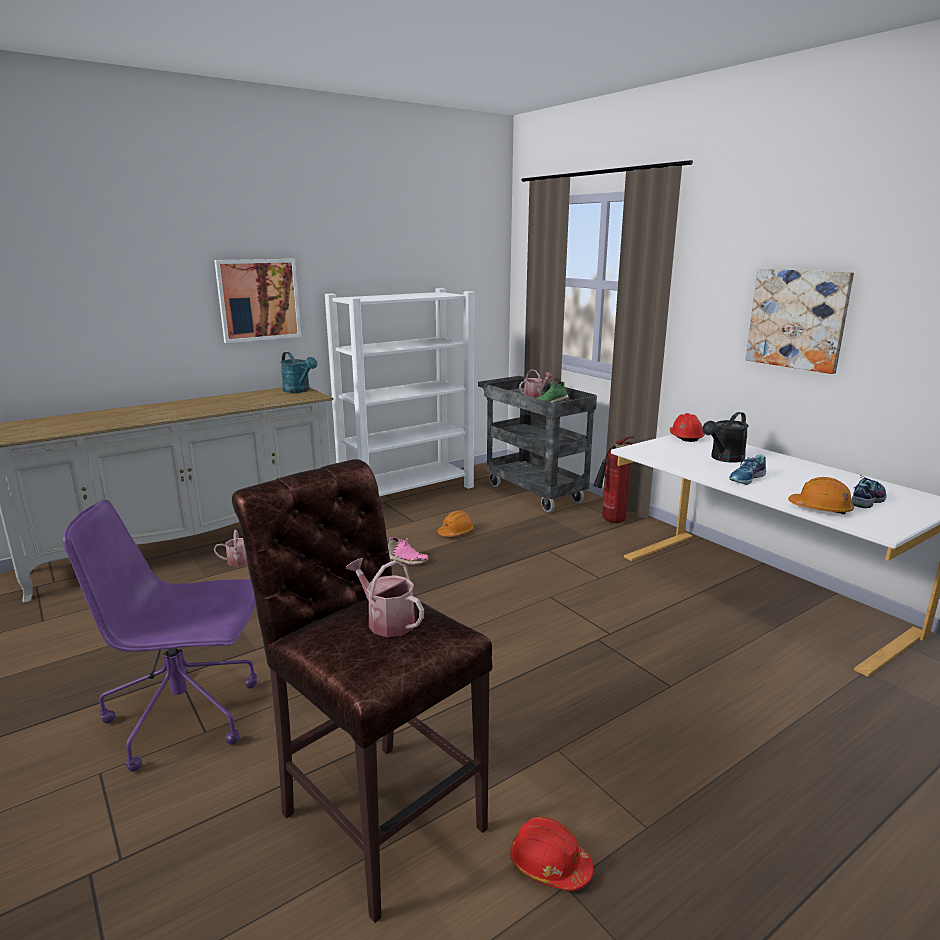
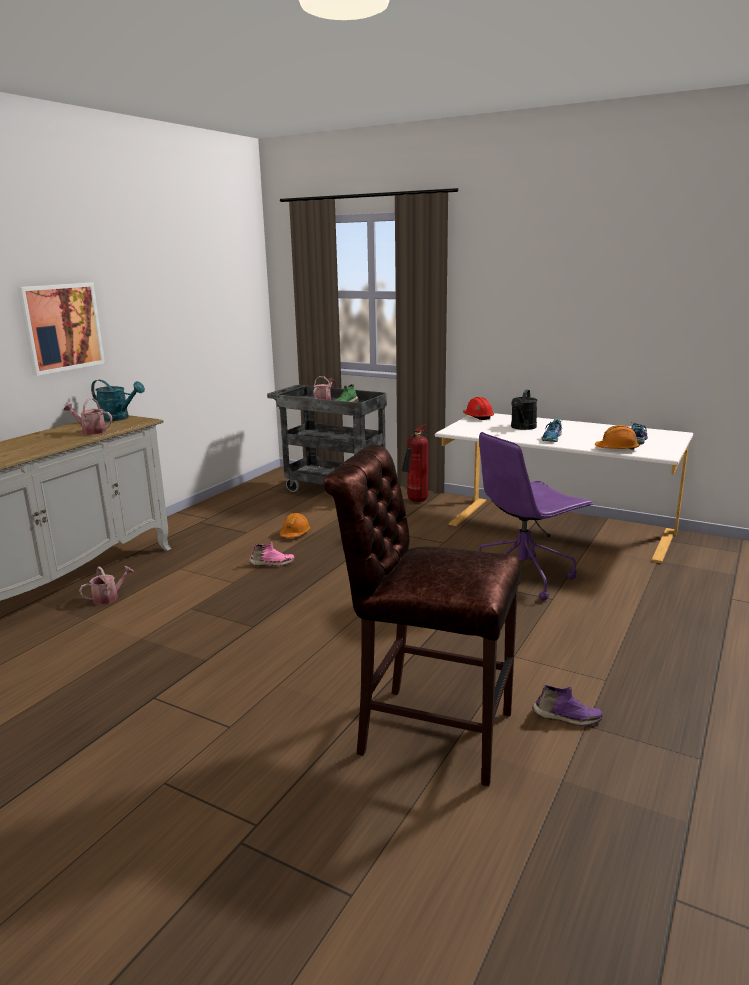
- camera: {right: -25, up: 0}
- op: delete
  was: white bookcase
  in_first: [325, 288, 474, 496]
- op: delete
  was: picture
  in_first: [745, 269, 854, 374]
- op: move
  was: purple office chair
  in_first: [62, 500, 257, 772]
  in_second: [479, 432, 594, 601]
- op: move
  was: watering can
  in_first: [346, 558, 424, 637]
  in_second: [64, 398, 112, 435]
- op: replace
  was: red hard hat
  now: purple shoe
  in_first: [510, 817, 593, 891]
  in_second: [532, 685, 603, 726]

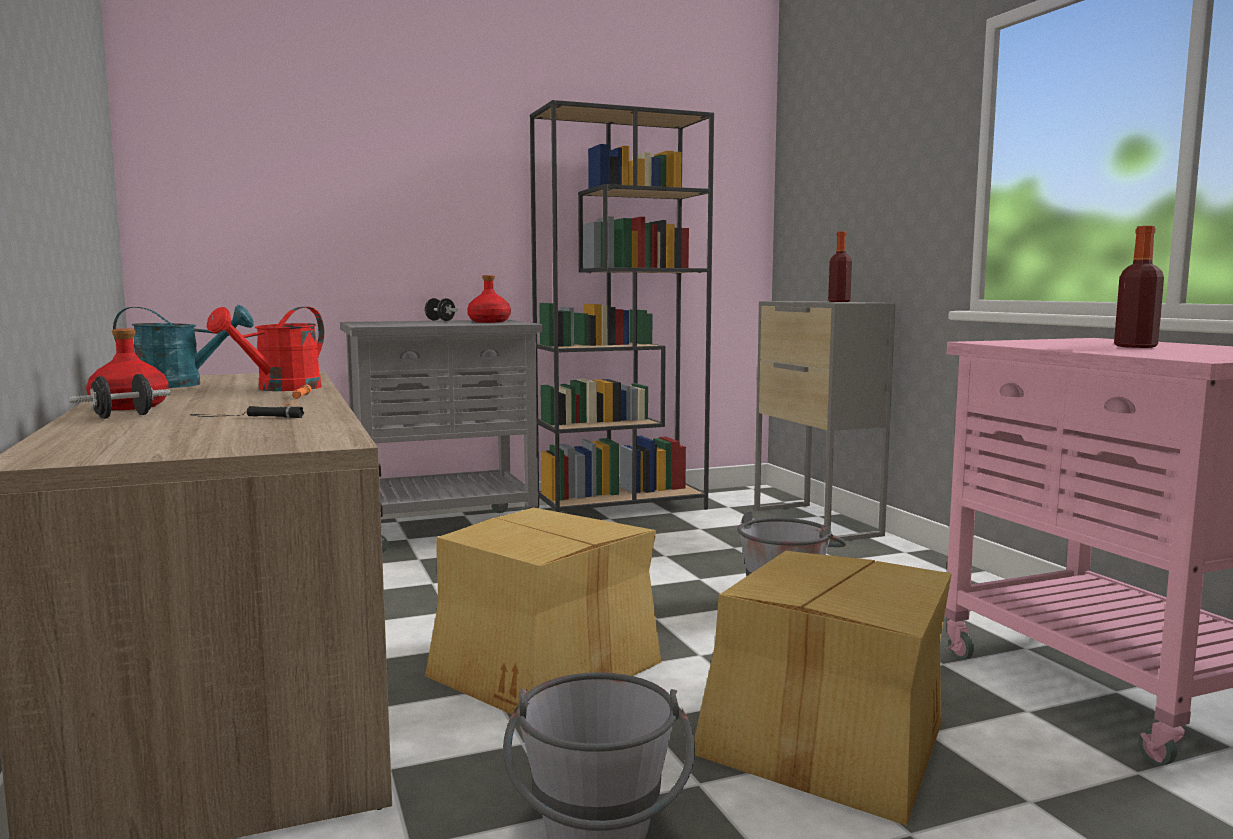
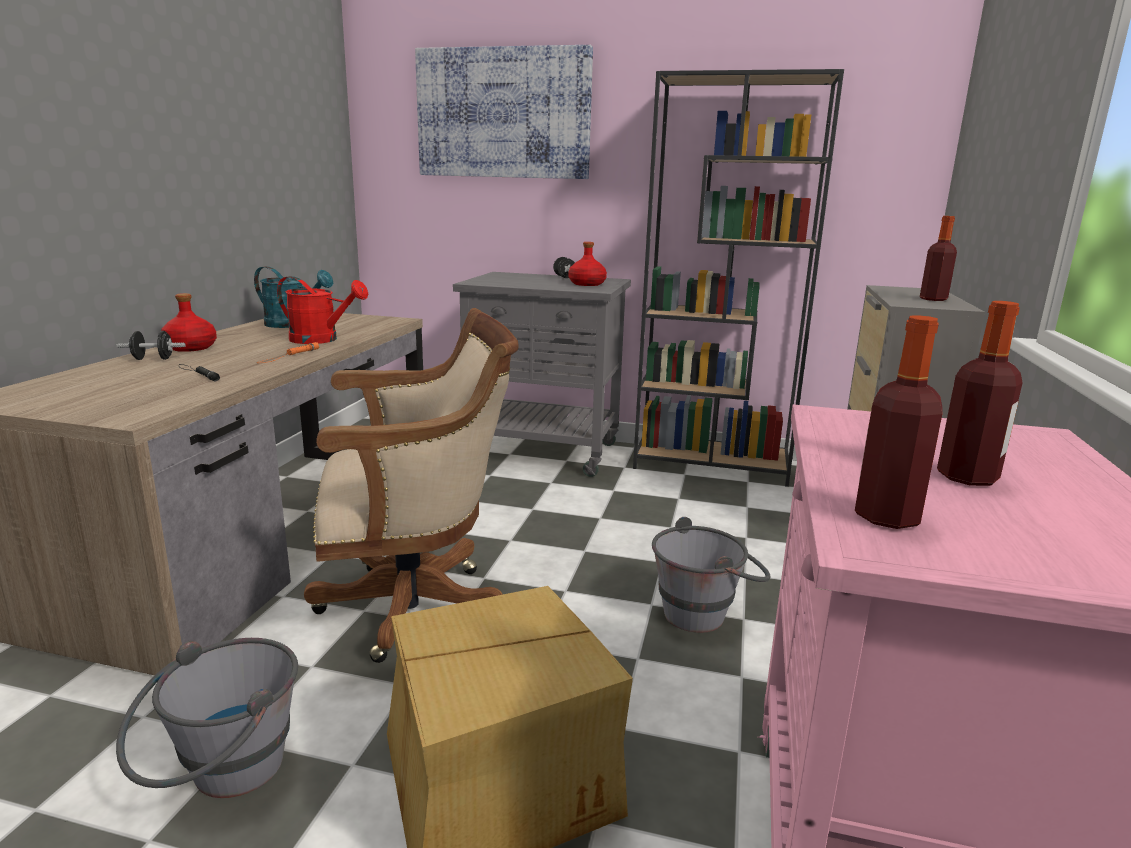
- camera: {right: 35, up: 10}
- op: insert
  now: picture
  in_second: [415, 45, 593, 179]
- op: insert
  now: bottle
  in_second: [855, 315, 943, 529]
- op: replace
  was: cardboard box
  now: office chair
  in_first: [425, 508, 661, 715]
  in_second: [304, 308, 518, 663]
- op: rotate
  was: red watering can
  in_first: [207, 307, 324, 391]
  in_second: [277, 276, 369, 344]
  clockwise: -135

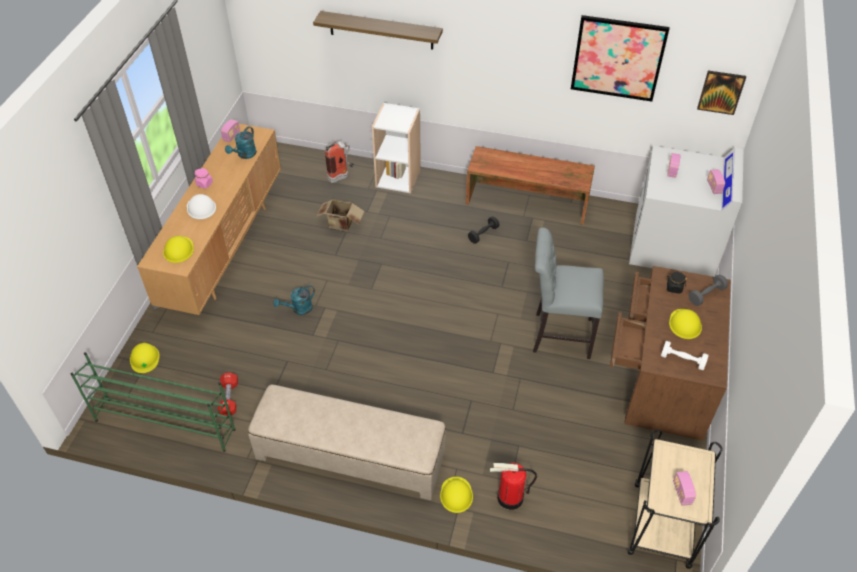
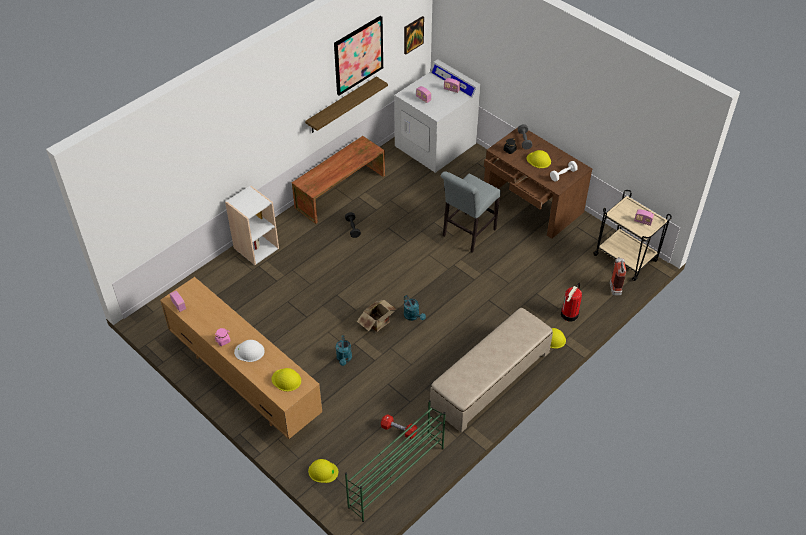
- camera: {right: -60, up: 0}
- op: move
  was: turquoise watering can
  in_first: [225, 126, 257, 159]
  in_second: [404, 295, 426, 321]
- op: move
  was: shelf
  in_first: [313, 11, 443, 50]
  in_second: [305, 76, 388, 133]
- op: move
  was: cardboard box
  in_first: [316, 199, 365, 231]
  in_second: [357, 300, 396, 332]
- op: move
  was: fire extinguisher
  in_first: [325, 141, 354, 183]
  in_second: [610, 257, 626, 296]

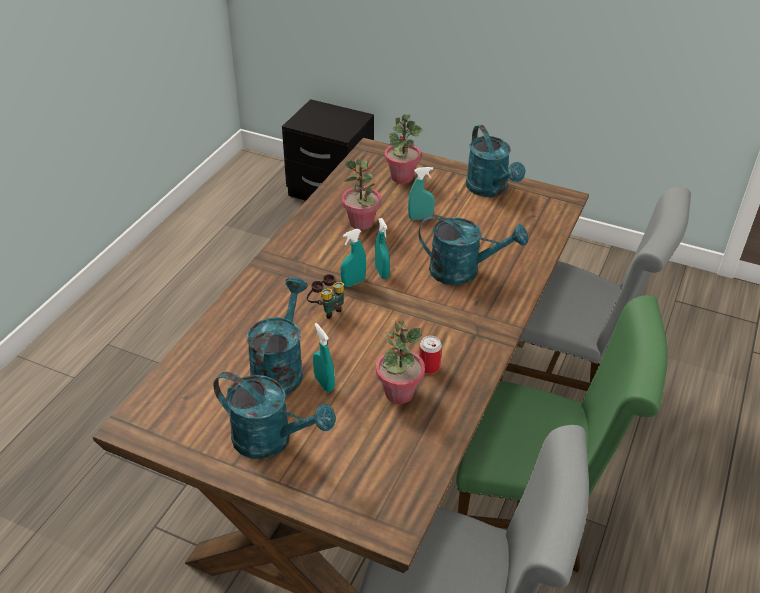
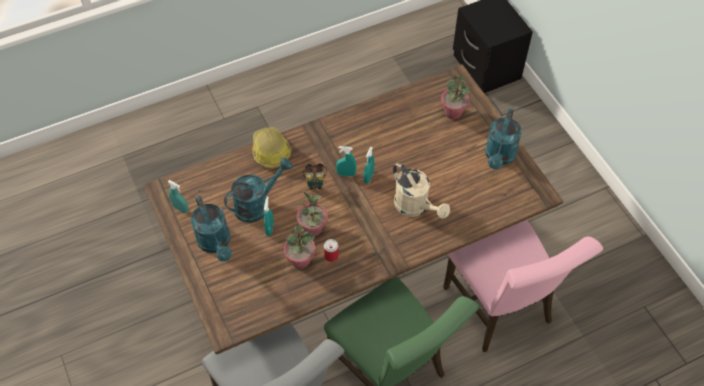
- camera: {right: 40, up: 15}
- op: insert
  now: hard hat
  in_second: [252, 127, 292, 168]
- op: move
  was: potted plant
  in_first: [342, 159, 381, 230]
  in_second: [296, 191, 328, 236]
- op: move
  was: turquoise spray bottle
  in_first: [408, 167, 435, 220]
  in_second: [168, 180, 189, 214]
- op: recolor
  was: turquoise watering can
  now: beige watering can
  in_first: [418, 215, 528, 285]
  in_second: [393, 162, 450, 219]
- op: recolor
  was: grey chair
  now: pink chair
  in_first: [500, 187, 691, 391]
  in_second: [443, 220, 603, 352]

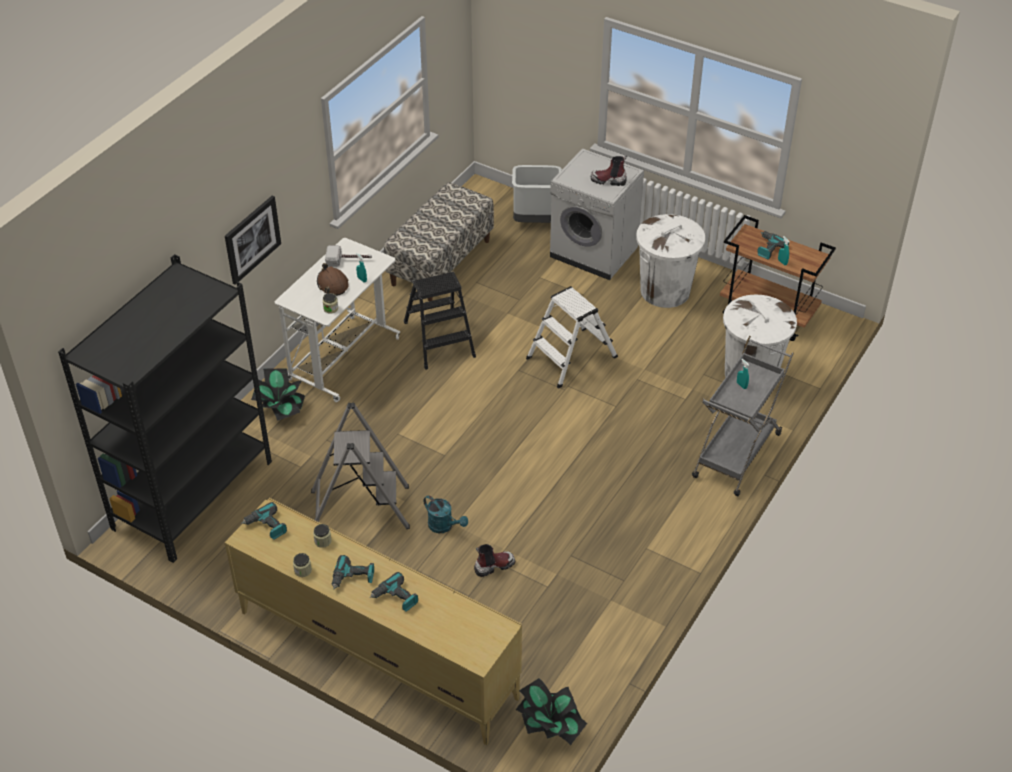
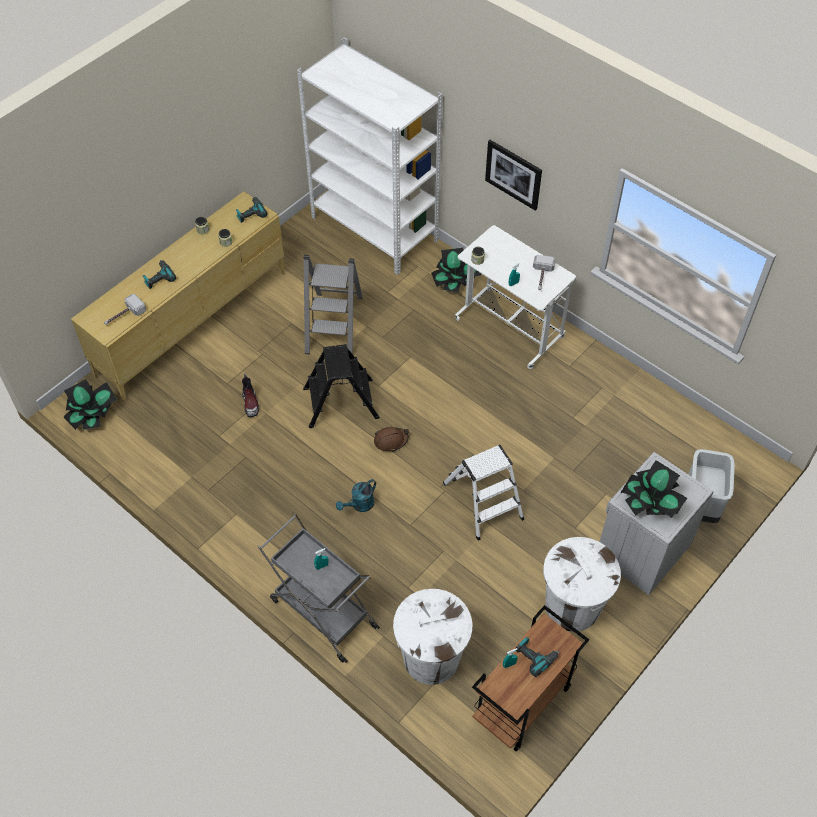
- camera: {right: 100, up: 10}
- op: delete
  was: power drill
  in_first: [332, 555, 374, 589]
- op: delete
  was: bench
  in_first: [384, 182, 494, 301]
- op: insert
  now: hammer
  in_second: [104, 294, 146, 325]
- op: move
  was: brown hard hat
  in_first: [317, 263, 349, 296]
  in_second: [374, 427, 409, 452]
- op: move
  was: black step ladder
  in_first: [404, 271, 476, 370]
  in_second: [303, 344, 380, 428]
- op: move
  was: turquoise watering can
  in_first: [423, 495, 468, 533]
  in_second: [336, 479, 376, 512]
- op: replace
  was: boot
  now: potted plant
  in_first: [591, 156, 627, 186]
  in_second: [620, 460, 688, 518]
- op: recolor
  was: black bookcase
  now: white bookcase
  in_first: [58, 254, 272, 563]
  in_second: [297, 38, 442, 275]

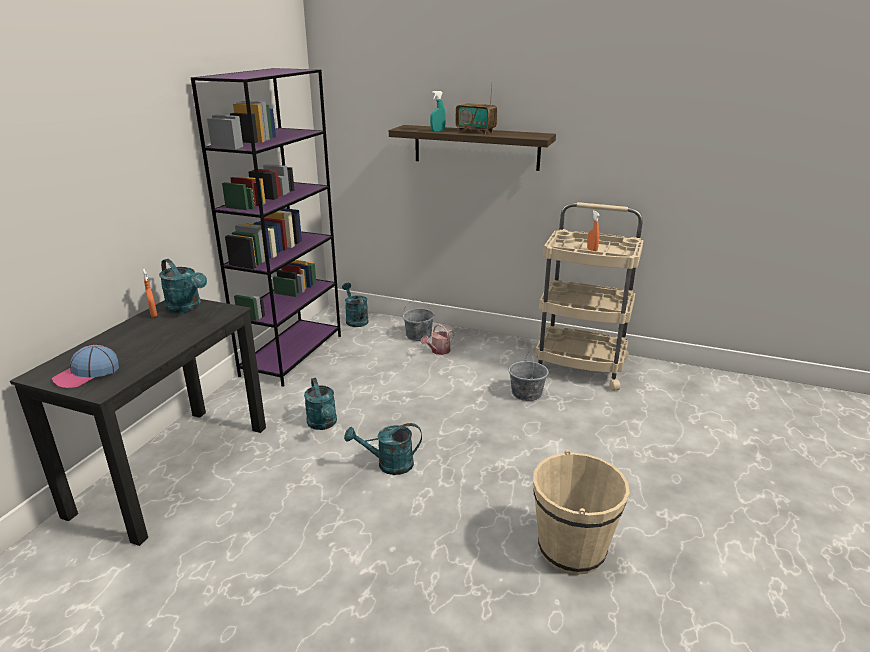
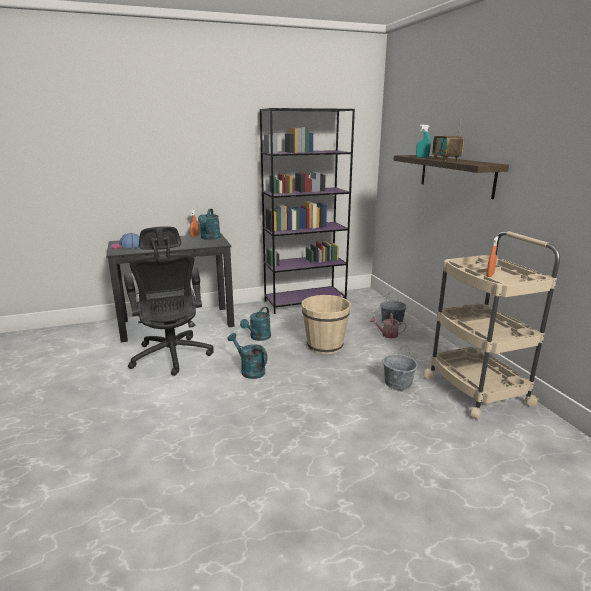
- camera: {right: 50, up: -5}
- op: delete
  was: turquoise watering can
  in_first: [342, 283, 368, 327]
- op: insert
  now: office chair
  in_second: [124, 226, 214, 376]
- op: move
  was: beige bucket
  in_first: [533, 450, 630, 575]
  in_second: [301, 295, 351, 354]

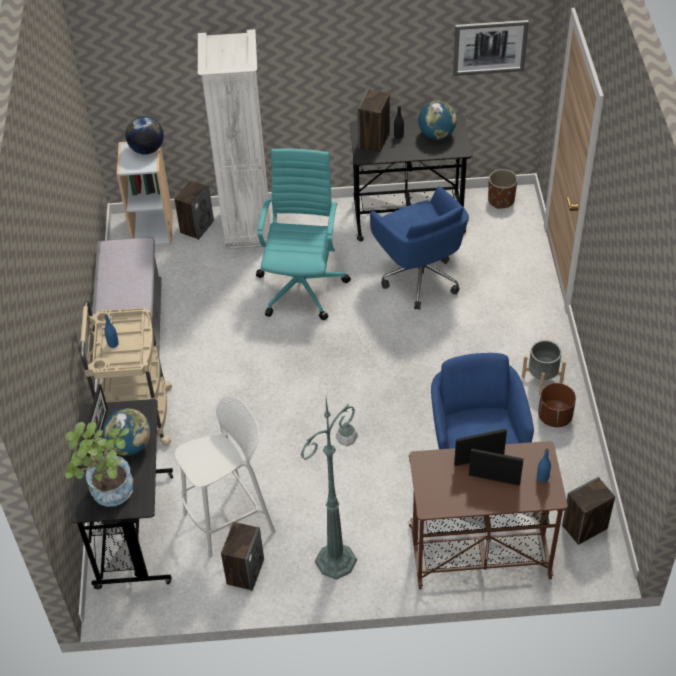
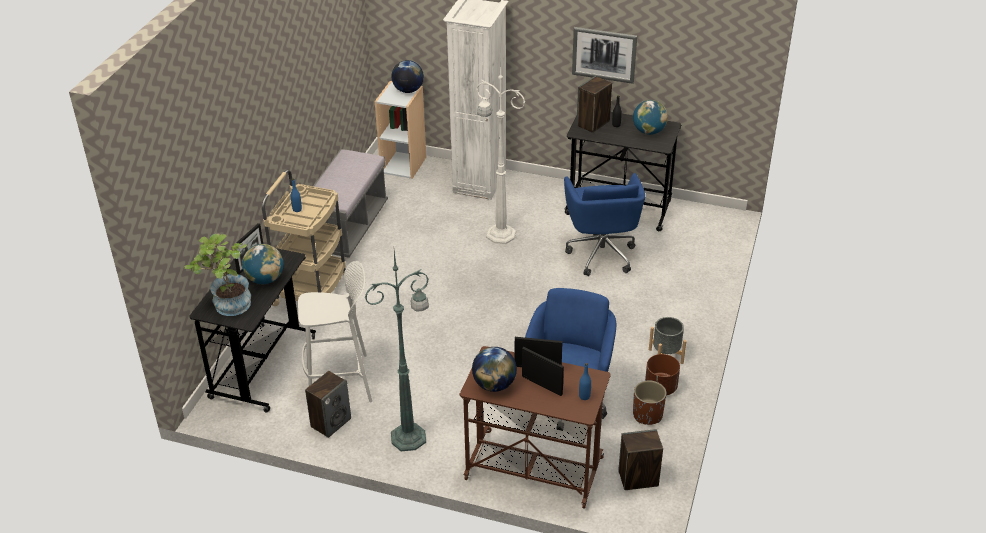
- camera: {right: 20, up: -10}
- op: delete
  was: speaker
  in_first: [174, 180, 214, 240]
- op: insert
  now: globe
  in_second: [472, 347, 517, 392]
- op: move
  was: picture
  in_first: [453, 20, 529, 76]
  in_second: [572, 27, 637, 84]
- op: move
  was: brown planter
  in_first: [488, 169, 518, 209]
  in_second: [633, 380, 666, 425]
- op: replace
  was: turquoise office chair
  now: white floor lamp
  in_first: [256, 149, 351, 320]
  in_second: [476, 58, 525, 244]

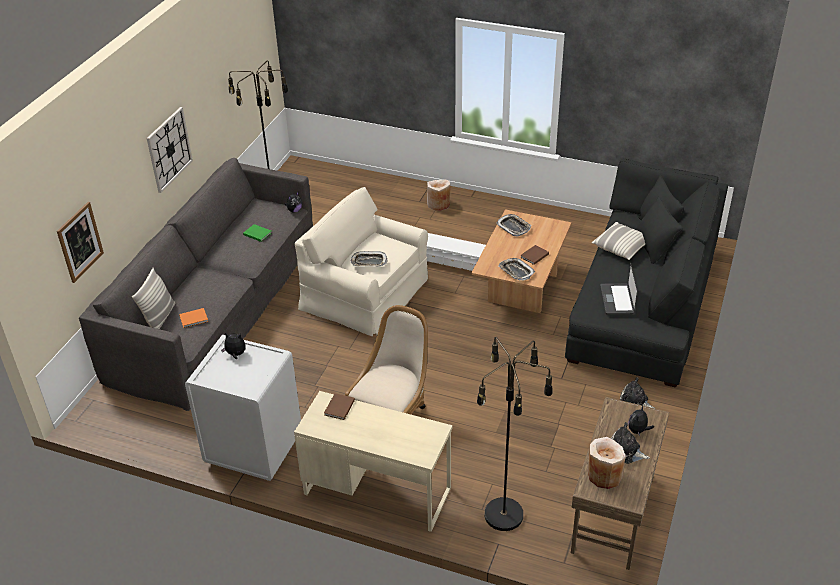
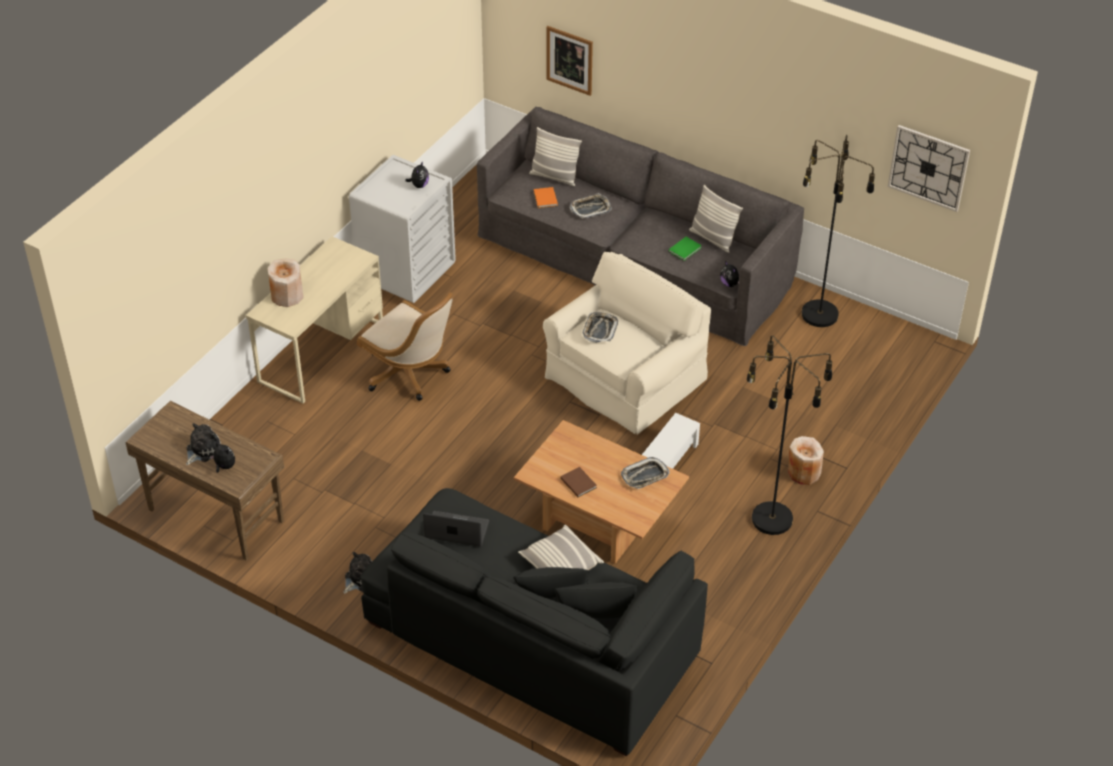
- camera: {right: 100, up: 5}
- op: delete
  was: brown book
  in_first: [324, 393, 355, 420]
- op: insert
  now: pillow
  in_second: [689, 185, 743, 253]
- op: move
  was: wall clock
  in_first: [147, 107, 193, 193]
  in_second: [887, 125, 970, 212]
- op: move
  was: floor lamp
  in_first: [477, 337, 553, 531]
  in_second: [747, 336, 832, 535]
- op: move
  was: tray
  in_first: [498, 258, 535, 280]
  in_second: [570, 193, 612, 219]
- op: move
  was: beige vase
  in_first: [587, 437, 626, 489]
  in_second: [267, 259, 304, 307]

